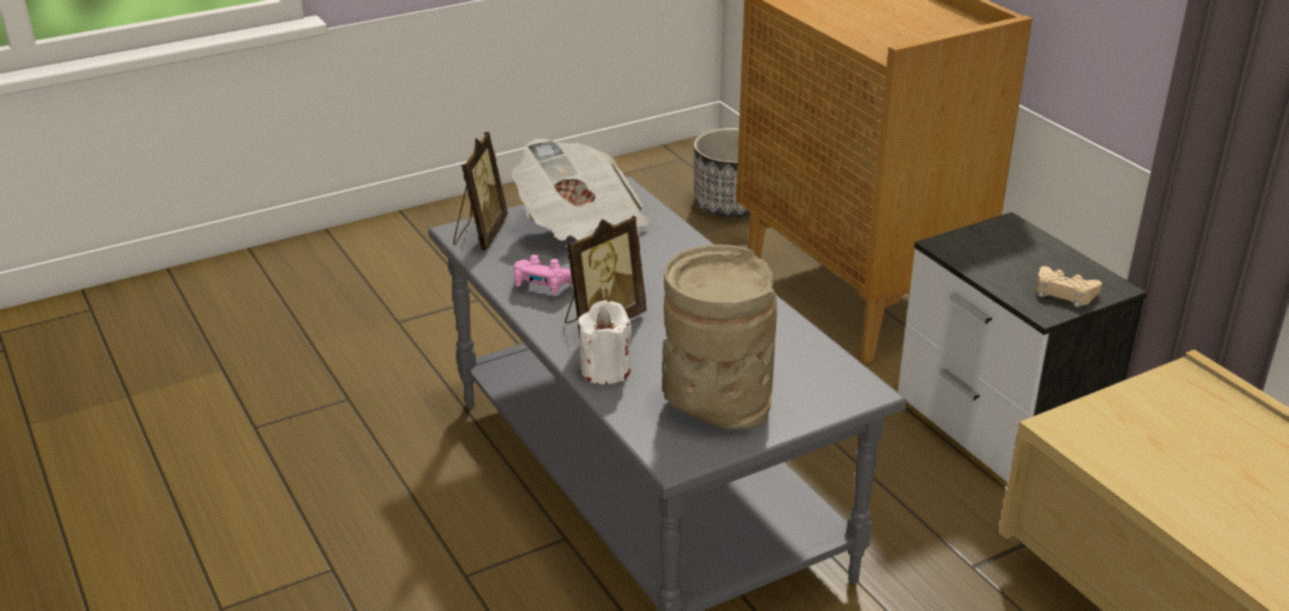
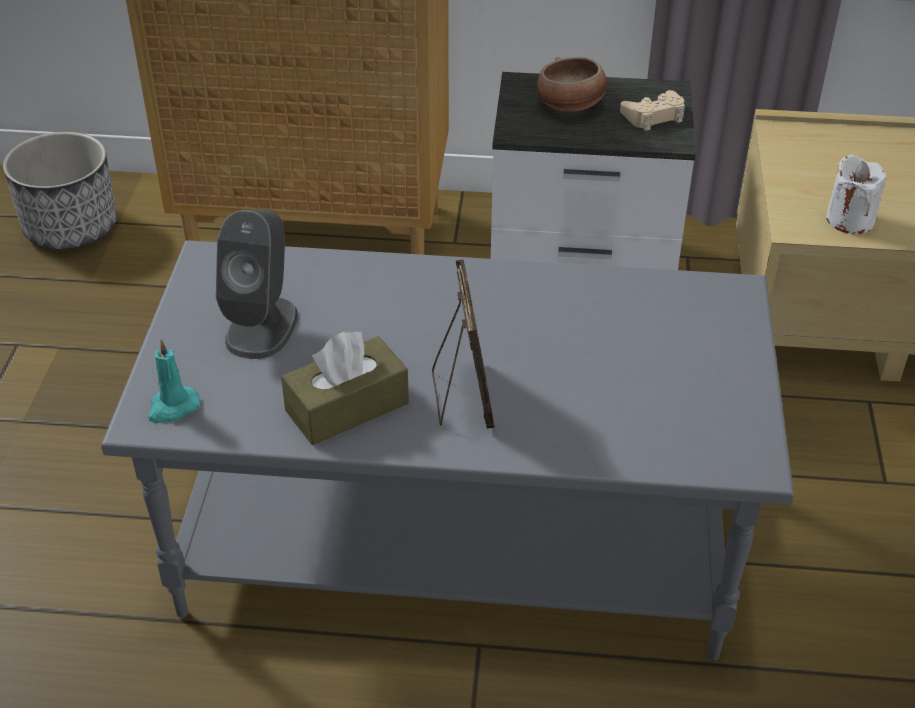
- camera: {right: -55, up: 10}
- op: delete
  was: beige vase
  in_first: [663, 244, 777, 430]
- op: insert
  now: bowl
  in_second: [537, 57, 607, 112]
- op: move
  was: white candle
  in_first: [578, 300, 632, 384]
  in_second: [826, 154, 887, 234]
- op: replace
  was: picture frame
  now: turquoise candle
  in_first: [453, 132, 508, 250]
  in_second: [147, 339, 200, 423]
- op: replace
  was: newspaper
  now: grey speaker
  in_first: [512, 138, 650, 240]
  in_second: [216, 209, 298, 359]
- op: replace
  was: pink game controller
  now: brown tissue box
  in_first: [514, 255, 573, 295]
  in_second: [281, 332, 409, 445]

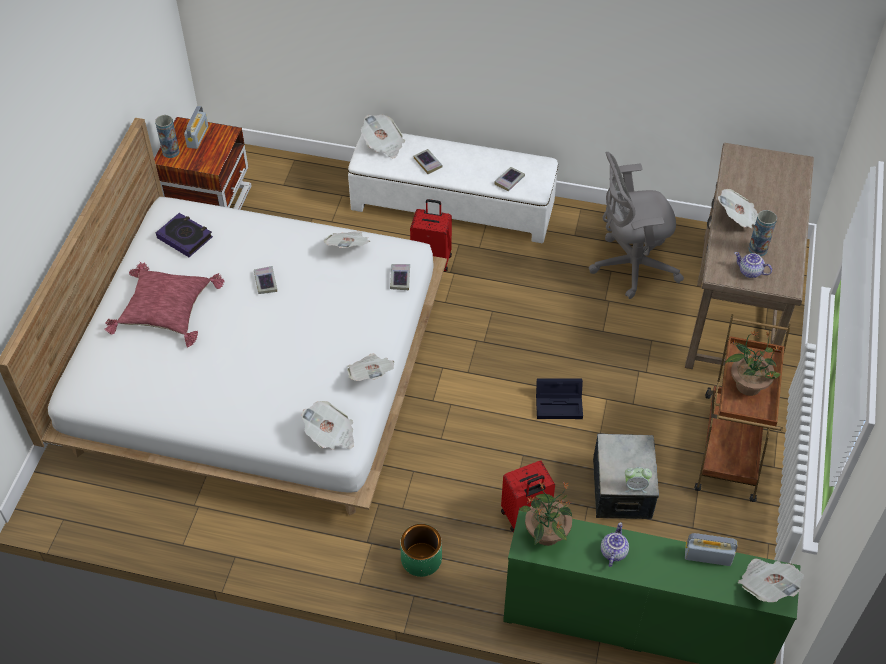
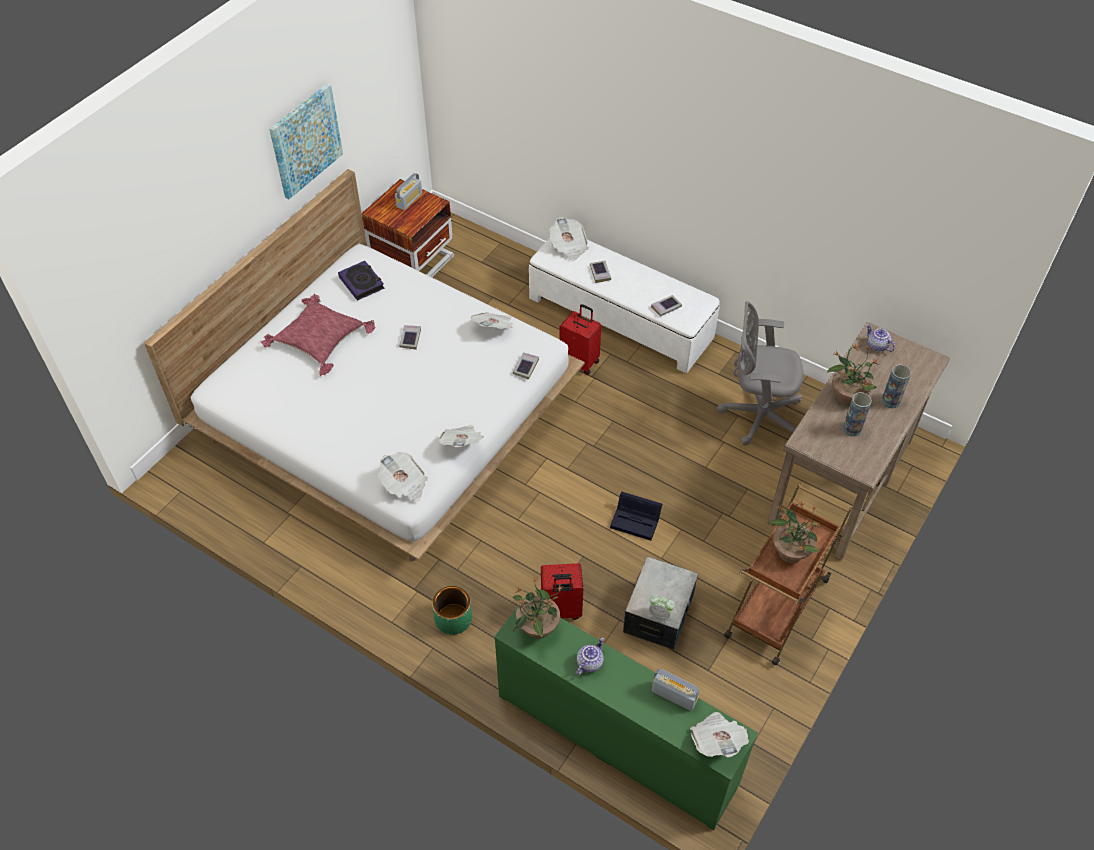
- camera: {right: 20, up: 0}
- op: insert
  now: picture
  in_second: [269, 83, 343, 199]
- op: move
  was: vase
  in_first: [155, 115, 179, 158]
  in_second: [882, 364, 911, 409]
- op: move
  was: teapot
  in_first: [734, 252, 772, 278]
  in_second: [866, 324, 895, 352]
- op: replace
  was: newspaper
  now: potted plant
  in_first: [718, 189, 758, 228]
  in_second: [827, 344, 880, 406]

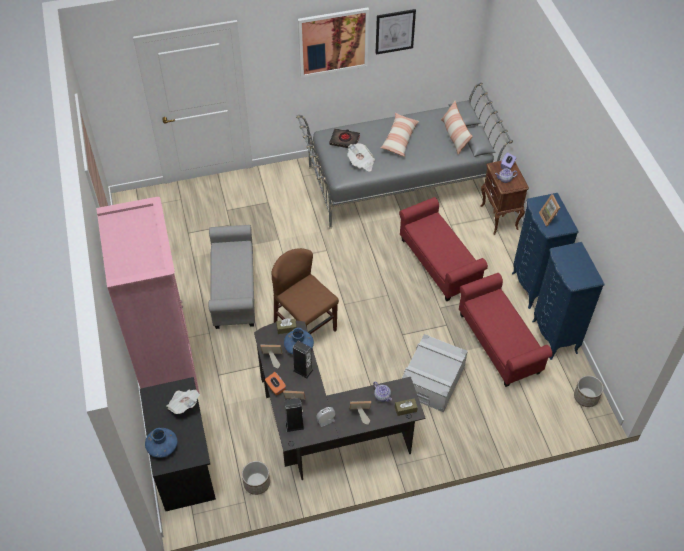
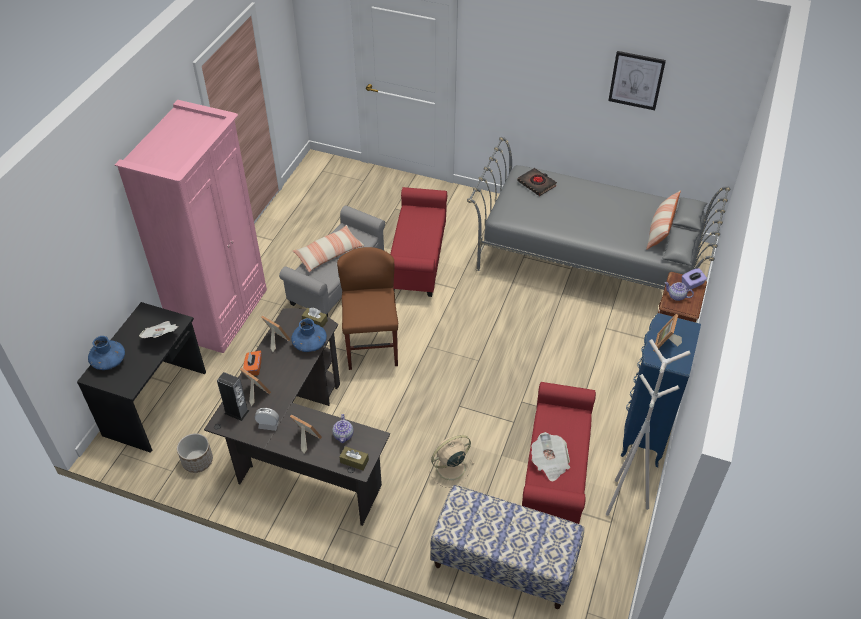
- camera: {right: 35, up: -5}
- op: delete
  was: speaker
  in_first: [293, 341, 313, 378]
- op: delete
  was: picture
  in_first: [298, 7, 369, 78]
- op: delete
  was: planter
  in_first: [574, 375, 603, 407]
- op: insert
  now: bench
  in_second: [431, 485, 584, 609]
- op: move
  was: newspaper
  in_first: [347, 143, 375, 172]
  in_second: [531, 432, 570, 481]
- op: move
  was: pillow
  in_first: [380, 112, 419, 157]
  in_second: [292, 225, 364, 272]
- op: move
  was: red ottoman
  in_first: [399, 197, 488, 301]
  in_second: [390, 187, 447, 297]
- op: replace
  was: grey storage box
  now: beige fan
  in_first: [401, 334, 468, 412]
  in_second: [428, 435, 474, 488]
- op: replace
  was: blue dresser
  now: grey clothes rack
  in_first: [532, 242, 605, 360]
  in_second: [606, 339, 691, 516]

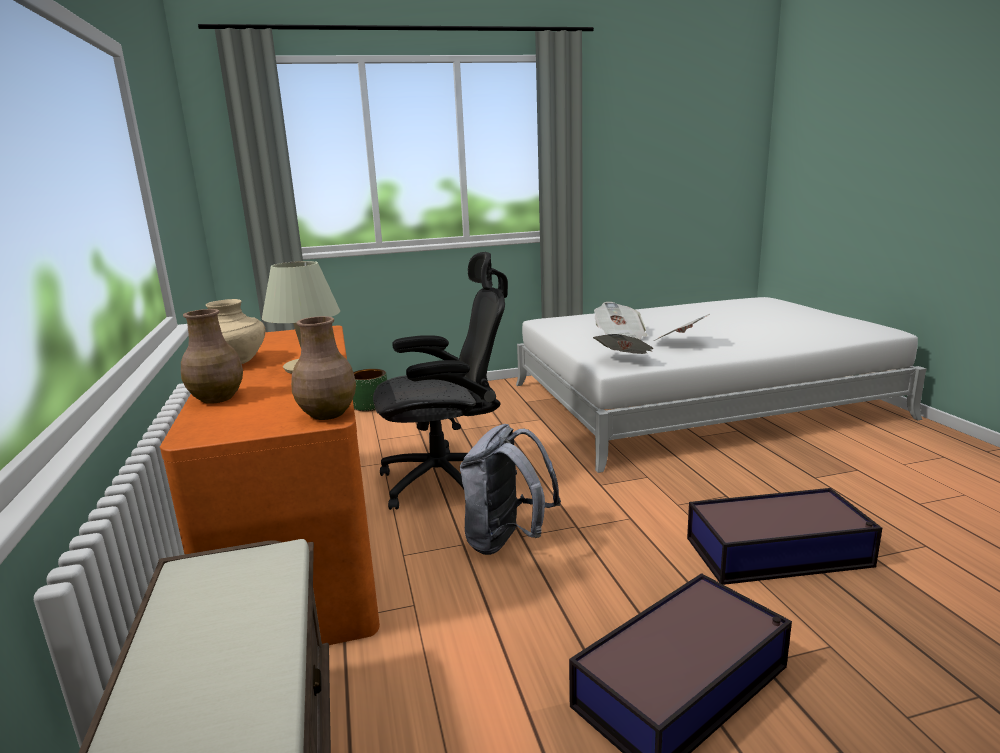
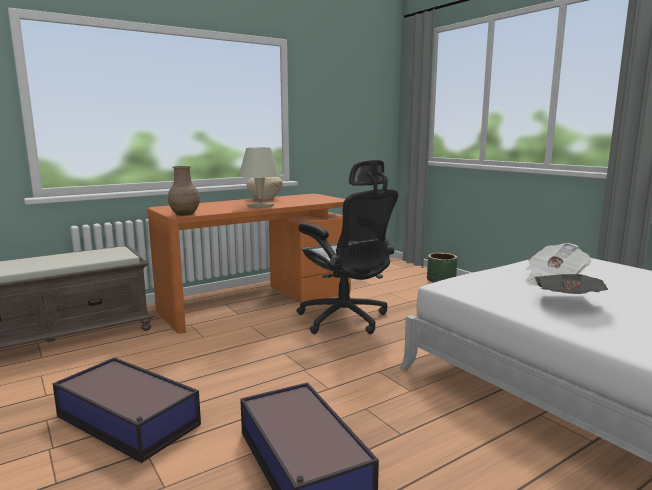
- camera: {right: 70, up: -5}
- op: delete
  was: brown vase
  in_first: [181, 309, 243, 404]
- op: delete
  was: grey backpack
  in_first: [460, 424, 561, 555]
- op: delete
  was: newspaper
  in_first: [593, 334, 653, 354]

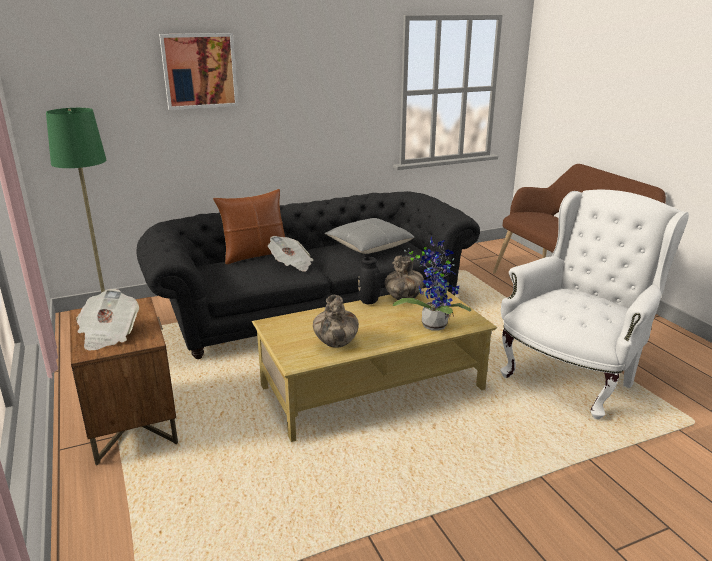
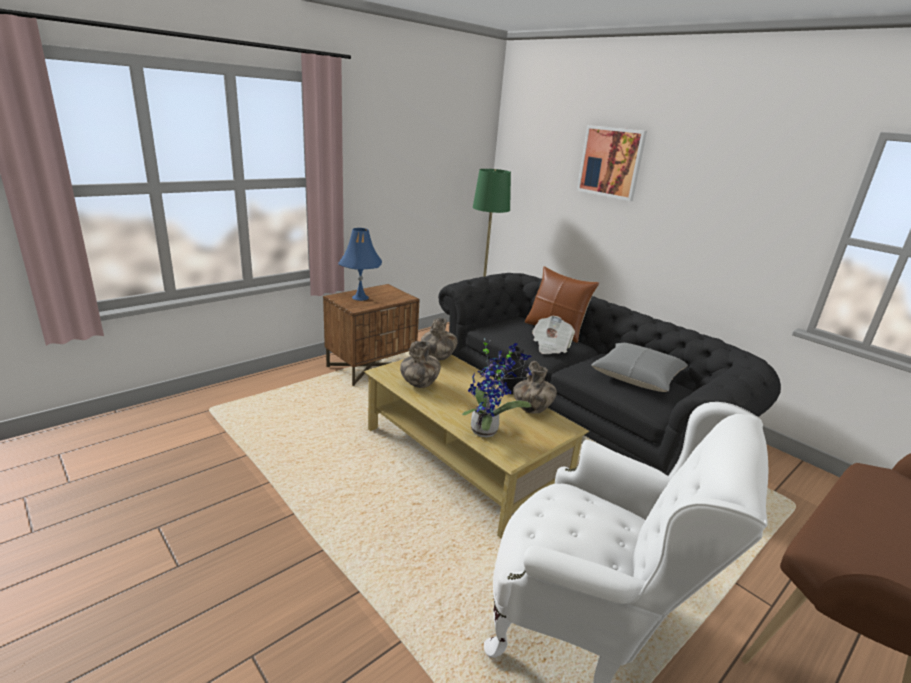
- camera: {right: 70, up: 0}
- op: insert
  now: vase
  in_second: [421, 318, 458, 360]
- op: replace
  was: newspaper
  now: blue table lamp
  in_first: [76, 289, 139, 351]
  in_second: [338, 228, 382, 301]

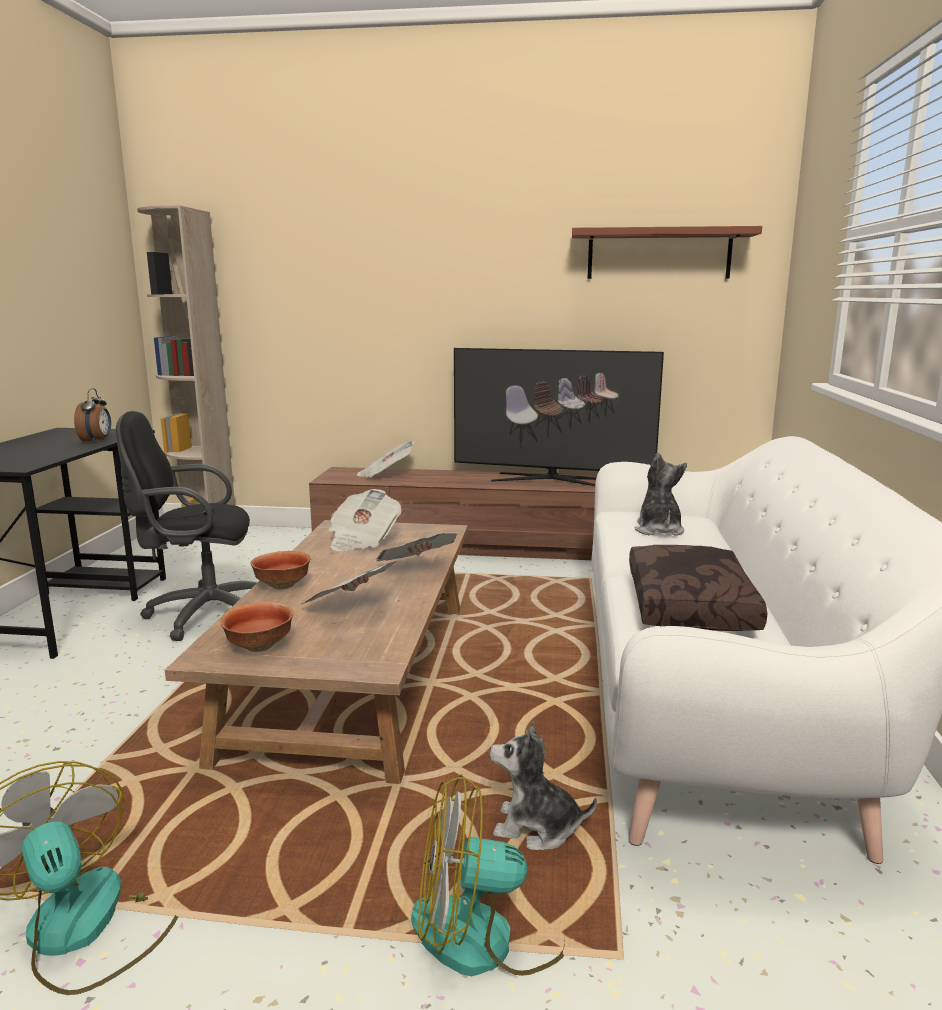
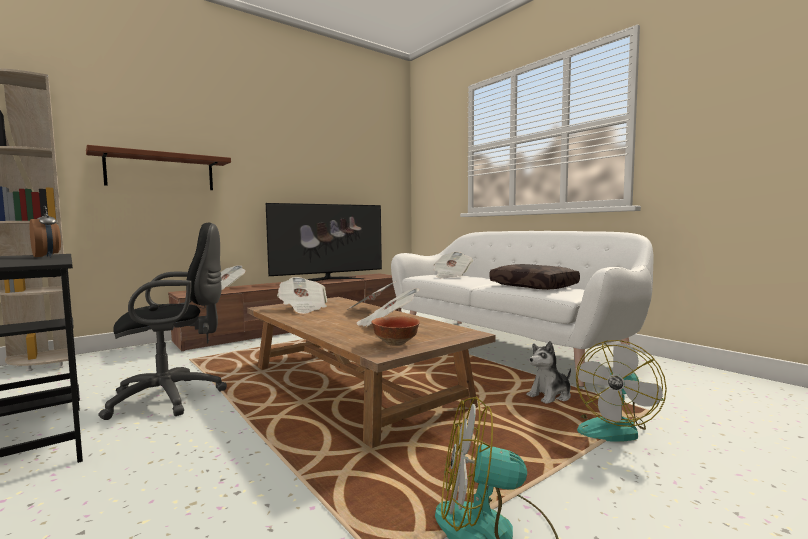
- camera: {right: -45, up: -10}
- op: delete
  was: bowl
  in_first: [250, 551, 310, 590]
- op: move
  was: brown shelf
  in_first: [572, 226, 762, 279]
  in_second: [86, 145, 231, 190]
- op: replace
  was: plush toy
  now: newspaper
  in_first: [635, 453, 687, 536]
  in_second: [433, 252, 473, 279]
- op: rotate
  was: black office chair
  in_first: [116, 411, 258, 641]
  in_second: [98, 223, 227, 420]
  clockwise: -150

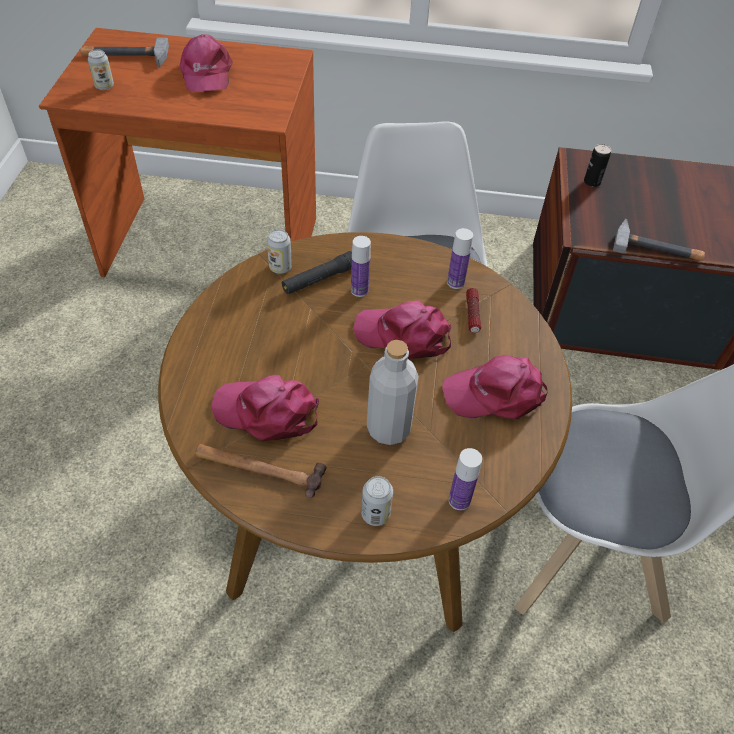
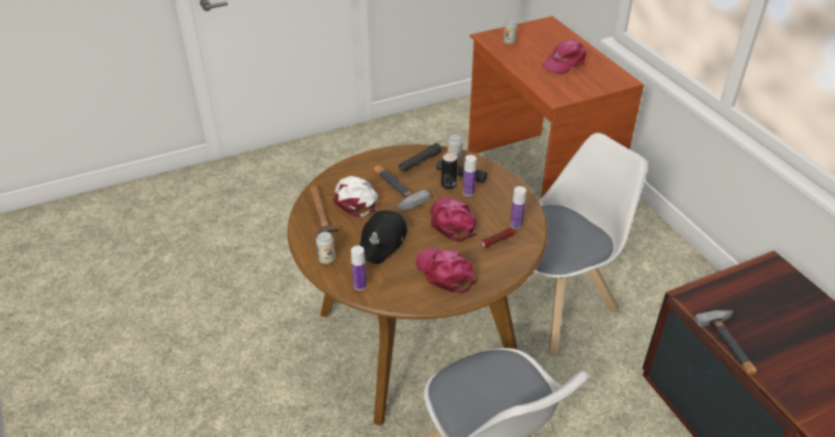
- camera: {right: 60, up: -10}
- op: insert
  now: black flashlight
  in_second: [399, 143, 442, 172]
- op: move
  was: hammer
  in_first: [81, 38, 169, 68]
  in_second: [374, 165, 430, 211]
- op: move
  was: can
  in_first: [584, 144, 611, 187]
  in_second: [441, 153, 457, 189]
- op: replace
  was: grey bottle
  now: black cap
  in_first: [367, 340, 419, 445]
  in_second: [360, 210, 407, 264]
- op: recolor
  was: pink cap
  now: white cap
  in_first: [211, 375, 319, 441]
  in_second: [334, 176, 378, 217]

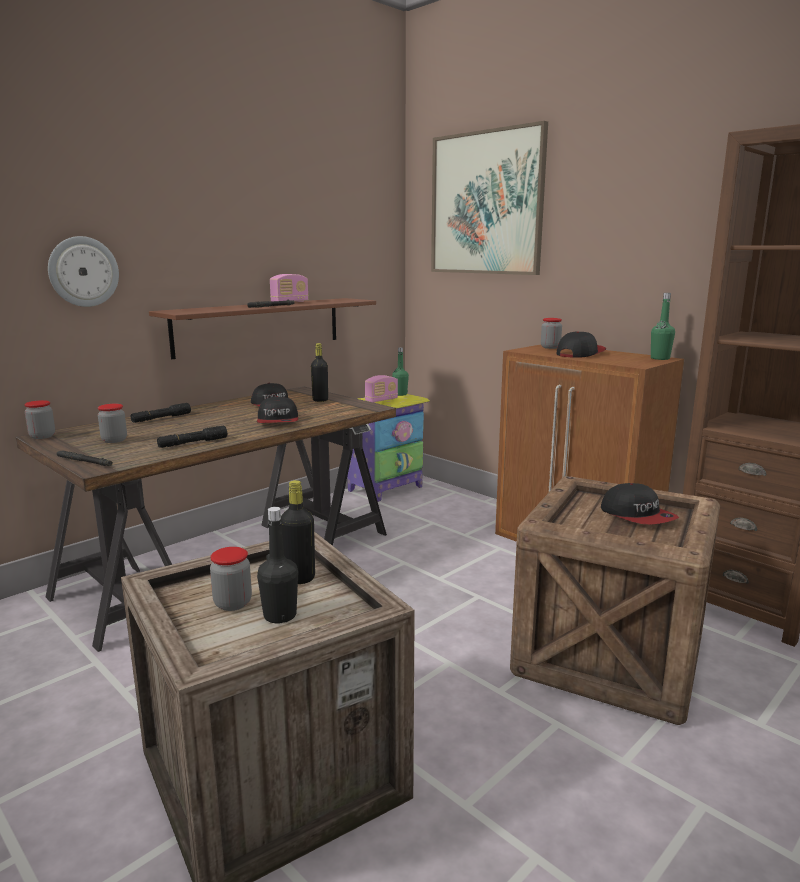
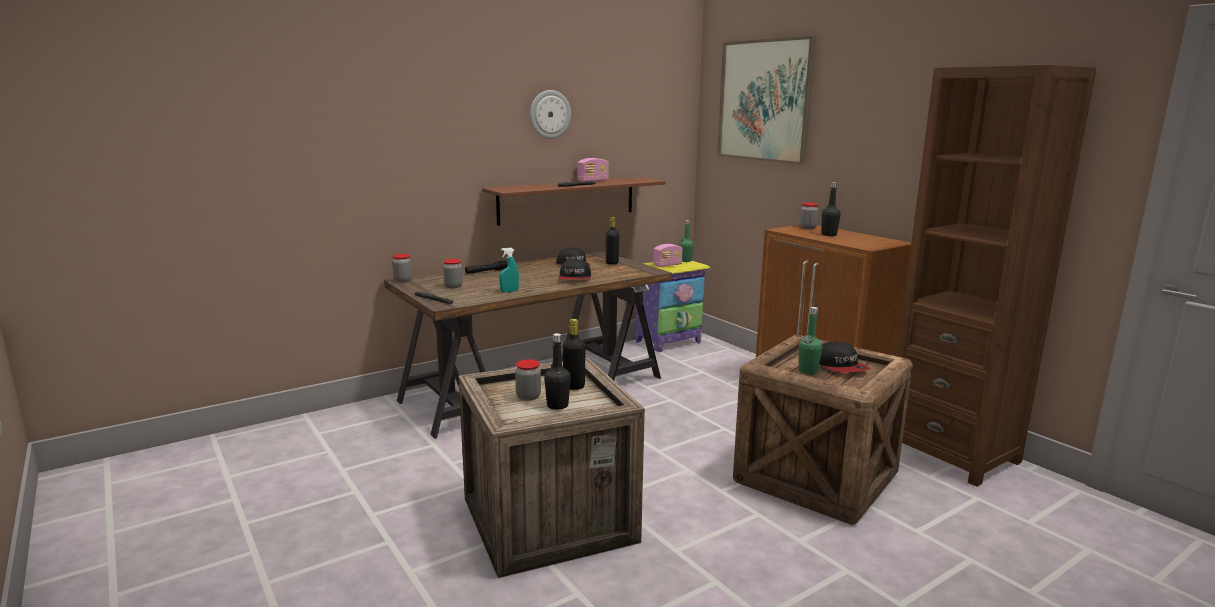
- camera: {right: 10, up: 0}
- op: move
  was: wall clock
  in_first: [48, 236, 119, 307]
  in_second: [530, 90, 571, 139]
- op: move
  was: green bottle
  in_first: [651, 293, 675, 360]
  in_second: [799, 307, 823, 374]
- op: replace
  was: black flashlight
  now: turquoise spray bottle
  in_first: [157, 426, 227, 448]
  in_second: [500, 248, 519, 293]
- op: replace
  was: cap
  now: black bottle
  in_first: [557, 332, 606, 358]
  in_second: [822, 182, 841, 236]

